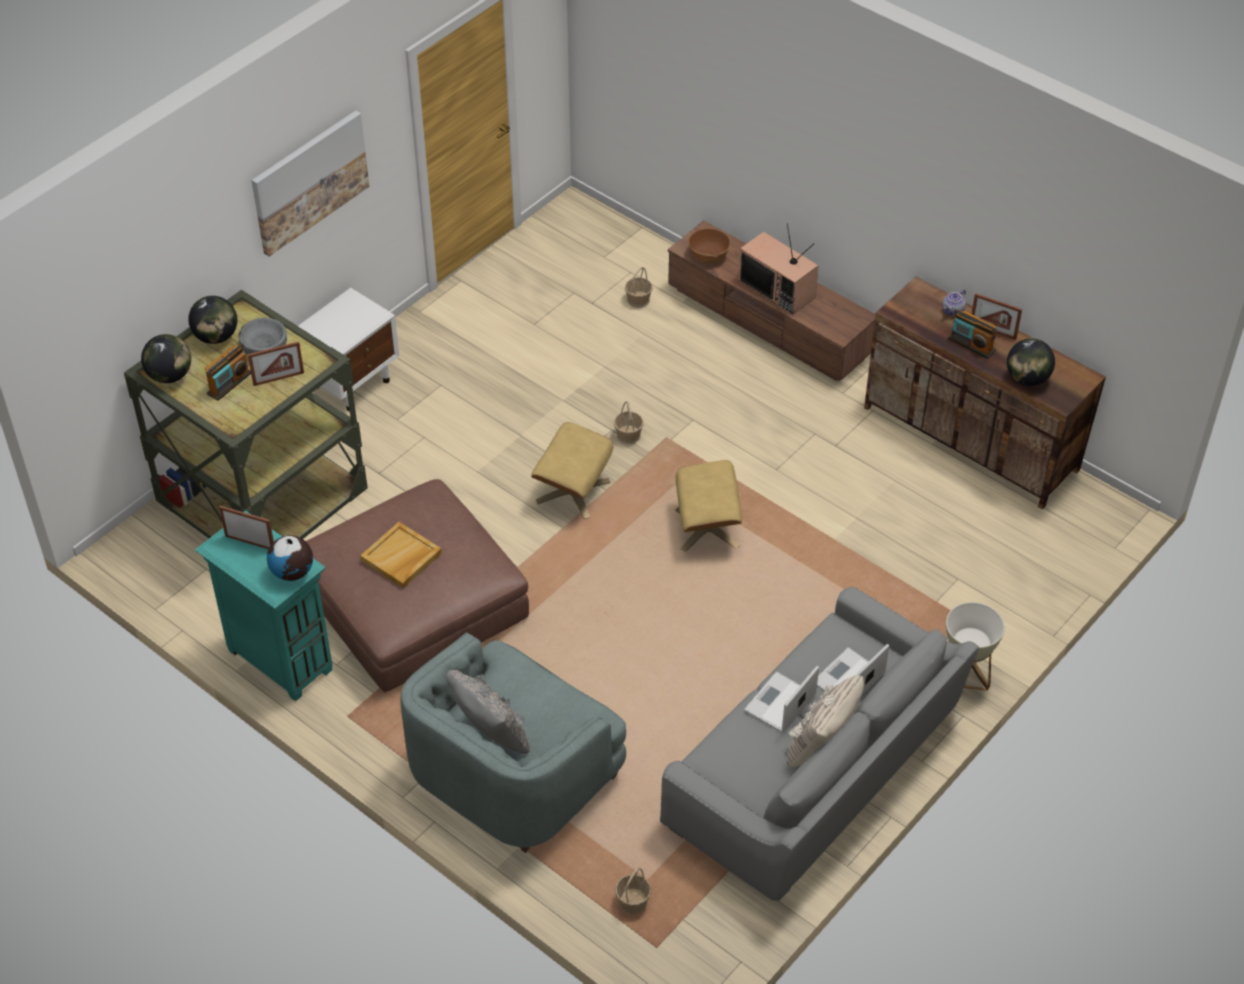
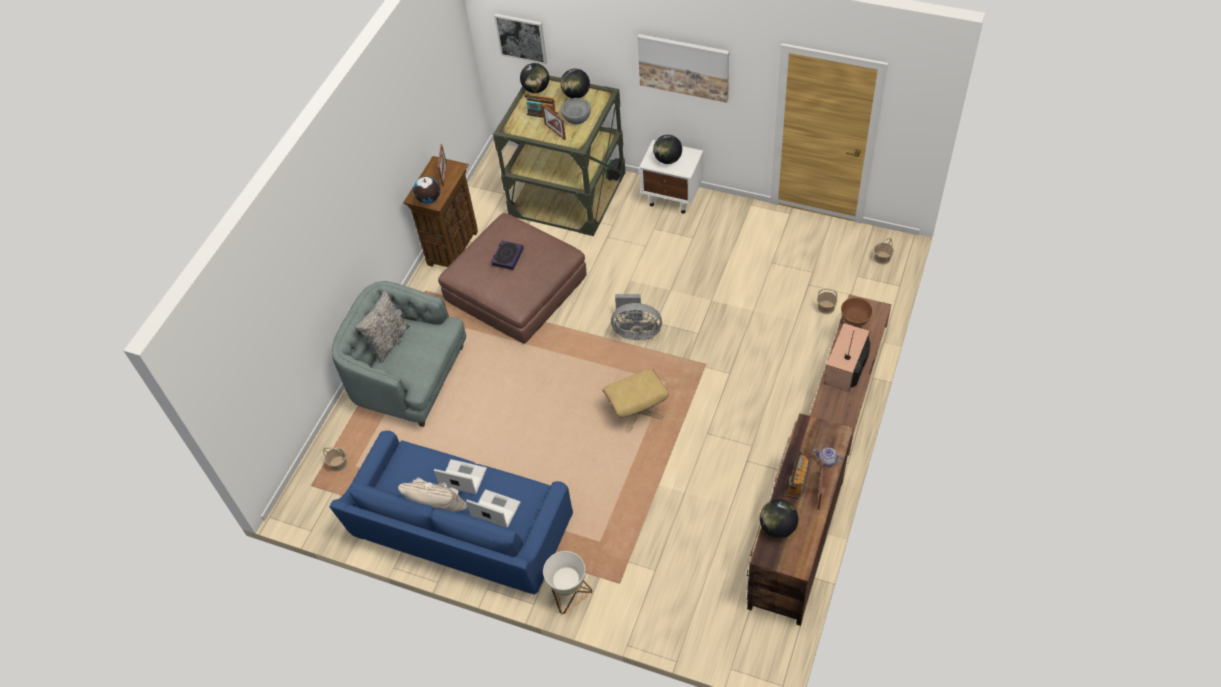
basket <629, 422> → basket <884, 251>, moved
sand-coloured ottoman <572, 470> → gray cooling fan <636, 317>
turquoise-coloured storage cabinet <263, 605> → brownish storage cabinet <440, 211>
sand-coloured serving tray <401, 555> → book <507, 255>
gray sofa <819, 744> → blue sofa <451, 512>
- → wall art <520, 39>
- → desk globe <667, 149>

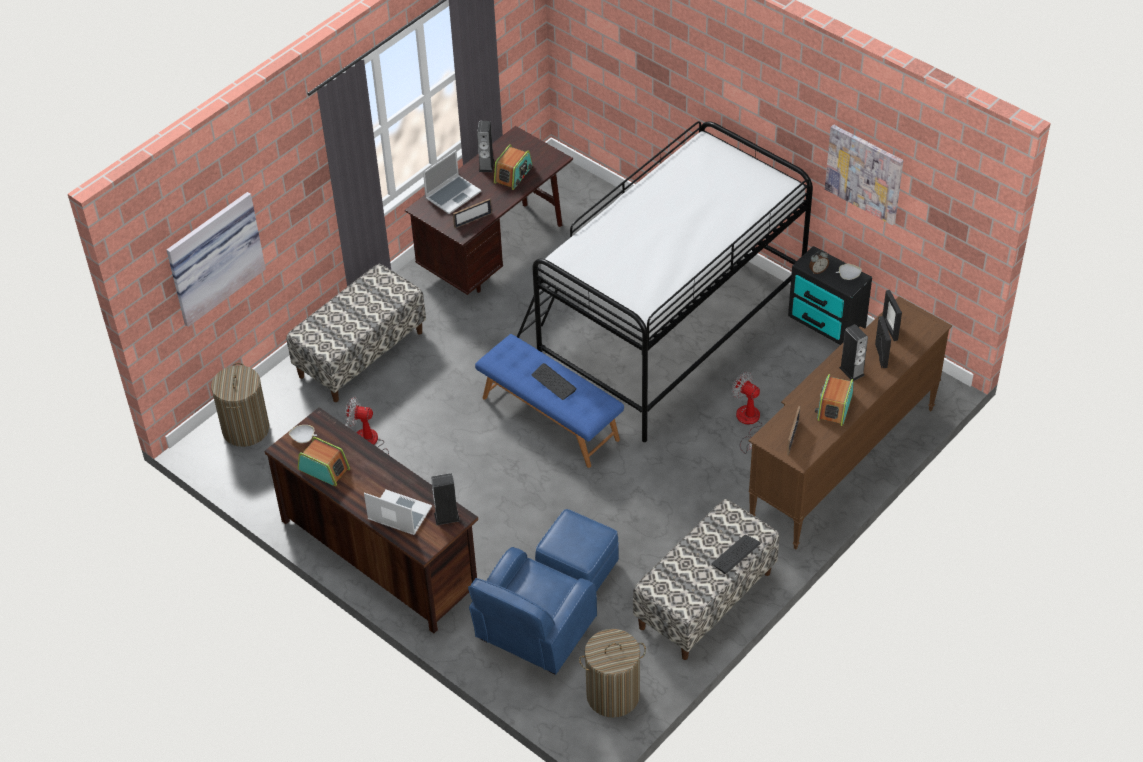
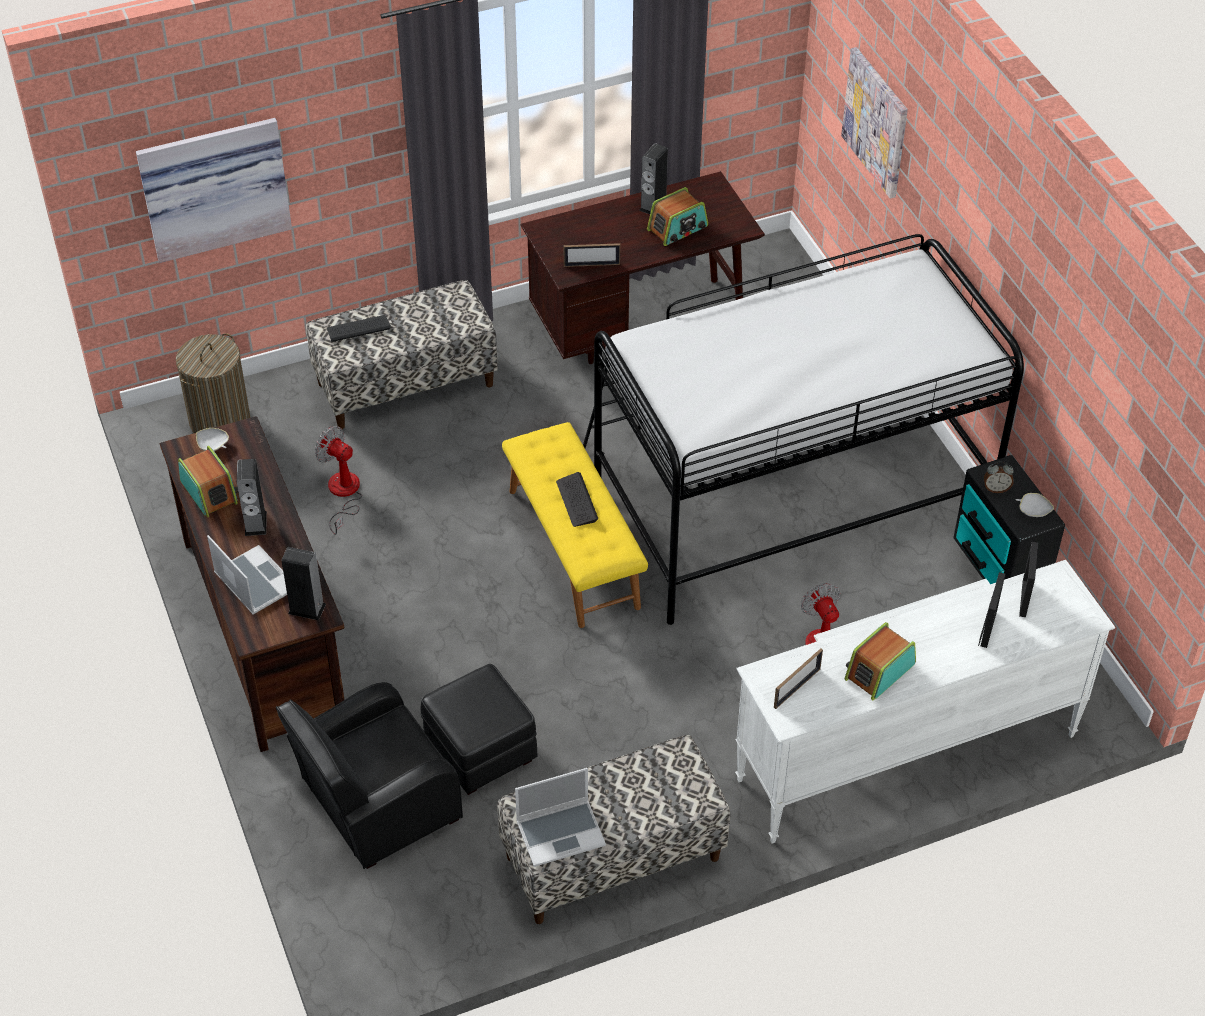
wall art <864, 174> → wall art <874, 123>, moved
notebook computer <452, 182> → notebook computer <560, 817>, moved
brownish storage cabinet <850, 422> → white storage cabinet <925, 702>
speaker <853, 352> → speaker <252, 497>, moved
blue bench <549, 401> → yellowish bench <575, 525>
blue armchair <543, 592> → blackish armchair <407, 766>
PC keyboard <736, 554> → PC keyboard <359, 328>, moved
laundry basket <612, 673> → -

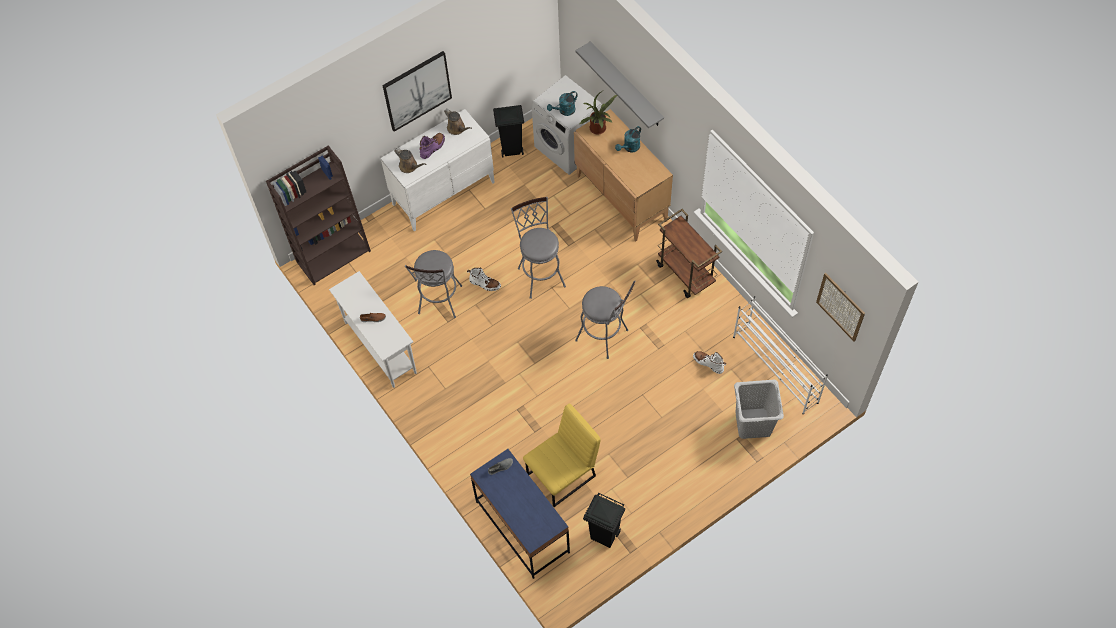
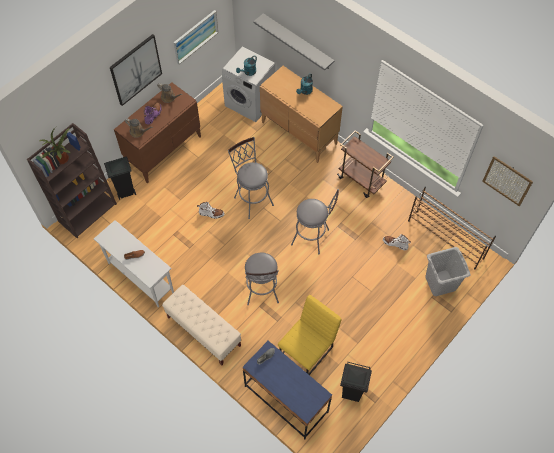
potted plant <598, 113> → potted plant <54, 145>, moved
blackish trash can <508, 131> → blackish trash can <120, 178>, moved
white storage cabinet <437, 170> → brownish storage cabinet <157, 133>
gray stool <433, 284> → gray stool <262, 279>, moved
white shoe shelf <780, 355> → brownish shoe shelf <452, 228>
- → wall art <196, 37>
- → sand-coloured bench <201, 325>

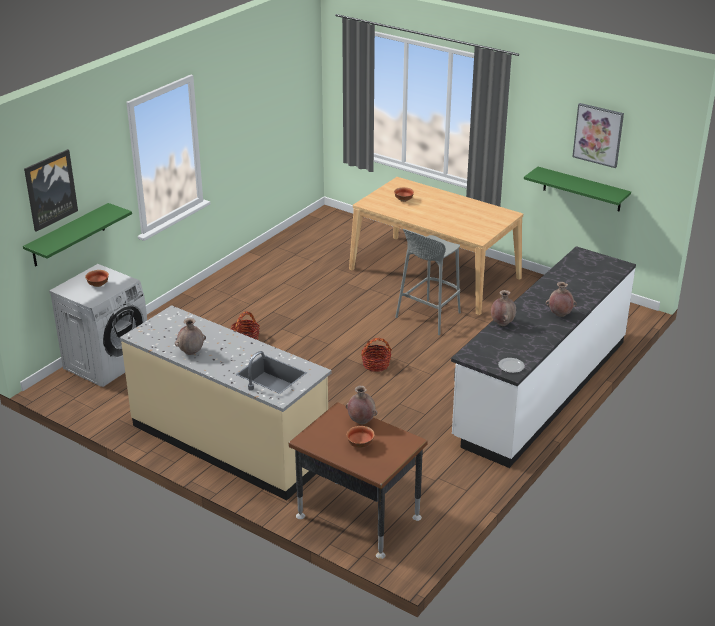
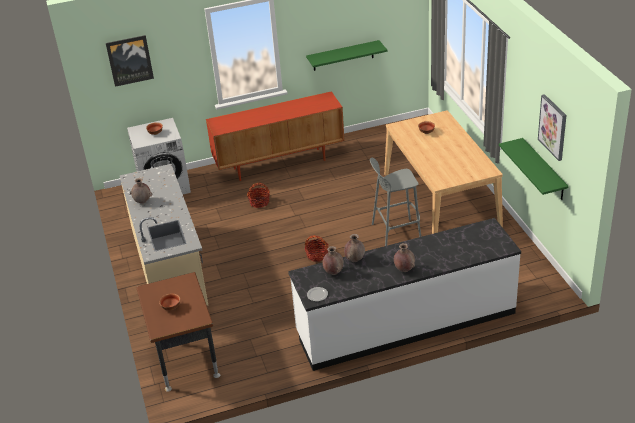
greenish bracket shelf <77, 235> → greenish bracket shelf <346, 55>, moved
brownish vase <361, 405> → brownish vase <333, 260>, moved
- → storage cabinet <275, 136>

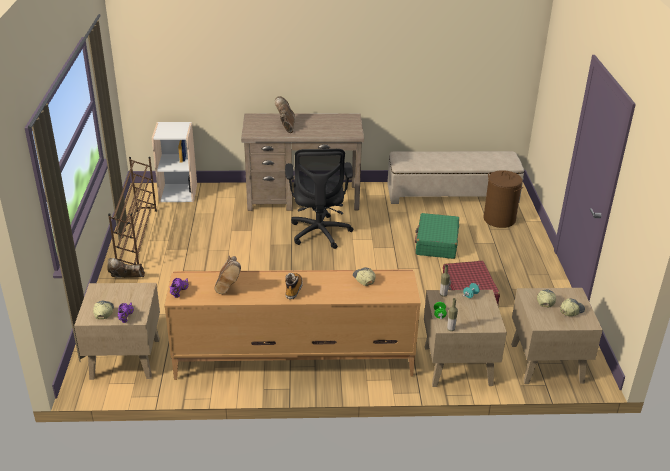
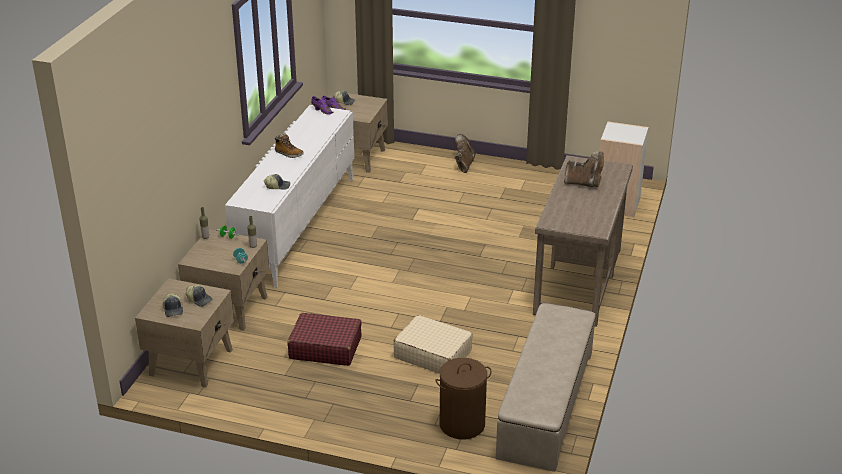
blackish office chair <319, 199> → -
brownish shoe shelf <132, 211> → -
greenish piece of luggage <437, 236> → sand-coloured piece of luggage <433, 344>
brownish high-top boot <228, 275> → -
brownish storage cabinet <292, 324> → white storage cabinet <289, 196>

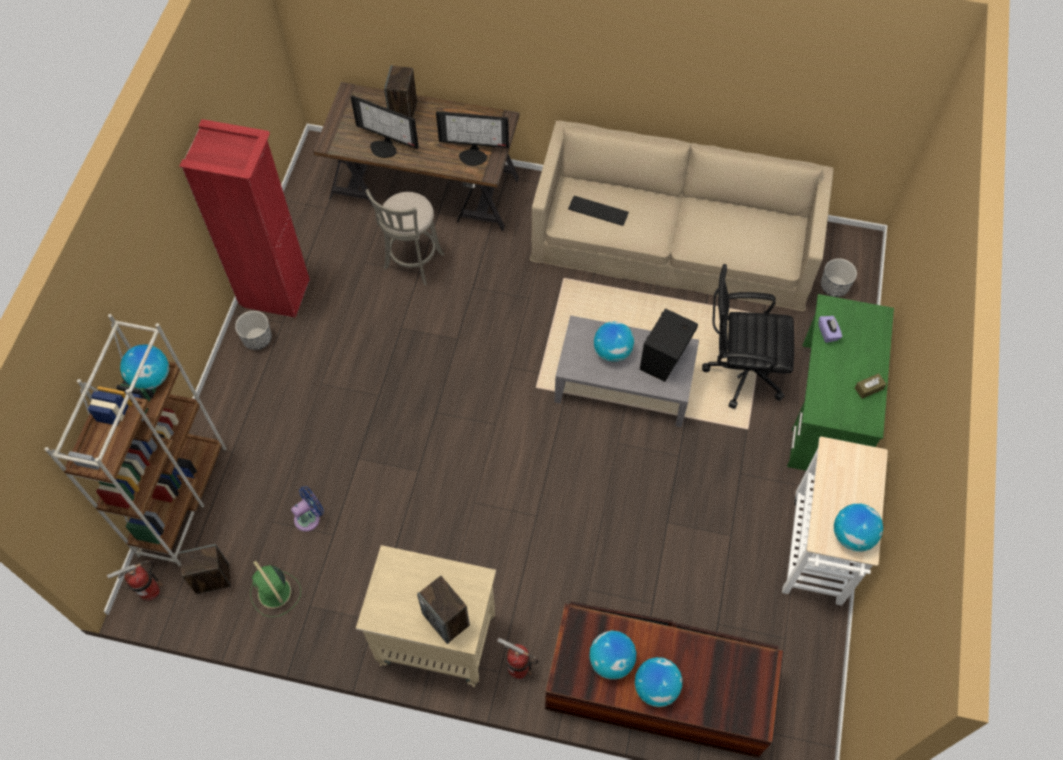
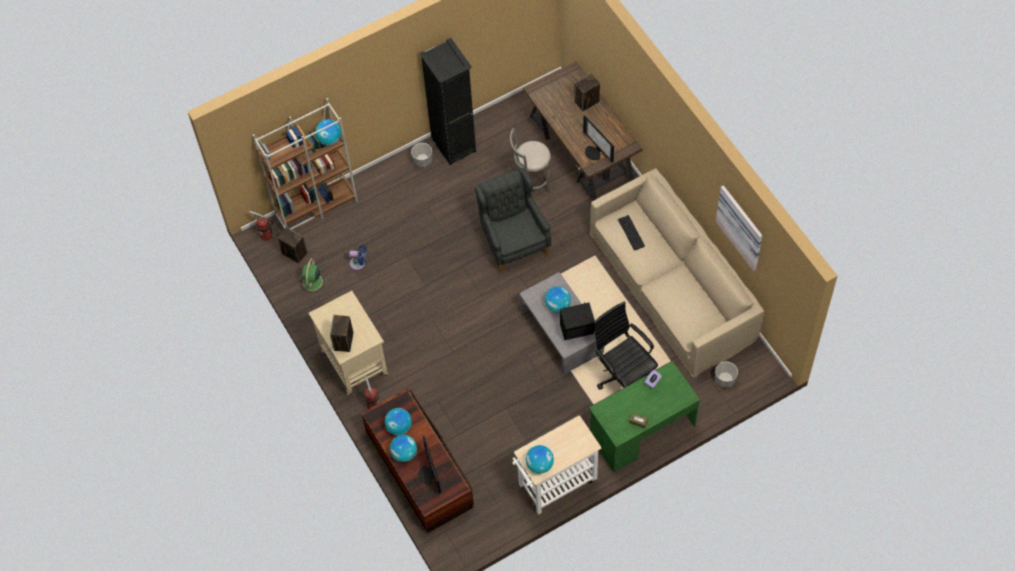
computer display <385, 126> → computer display <429, 464>, moved
red storage cabinet <244, 218> → blackish storage cabinet <447, 101>
- → gray armchair <513, 220>
- → wall art <739, 228>

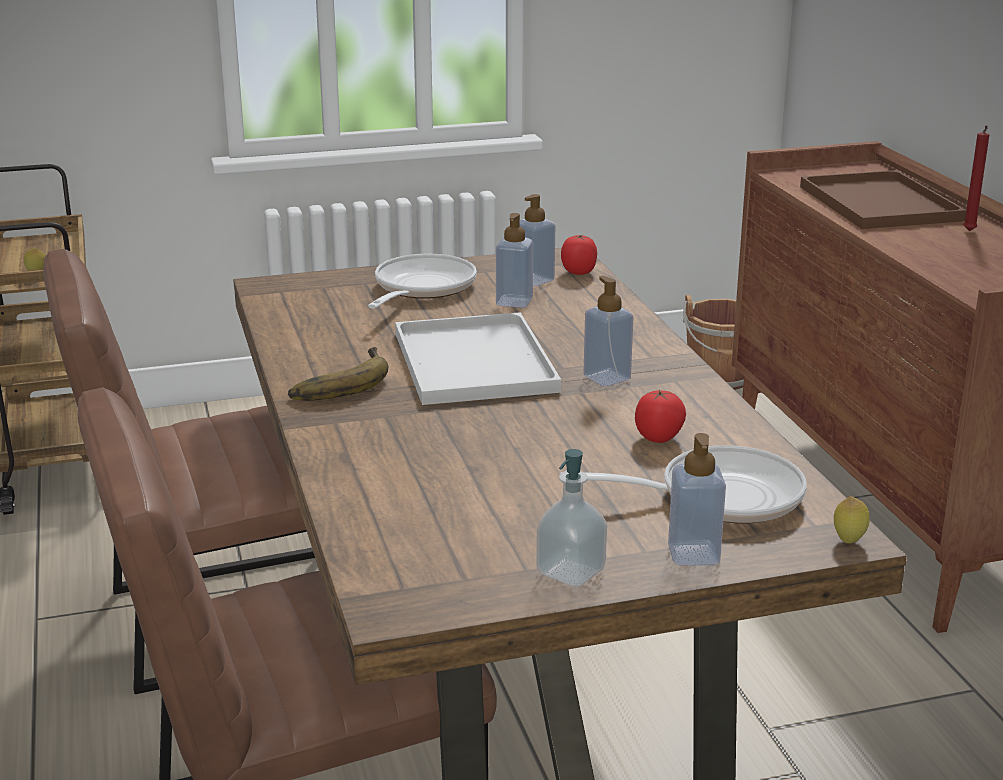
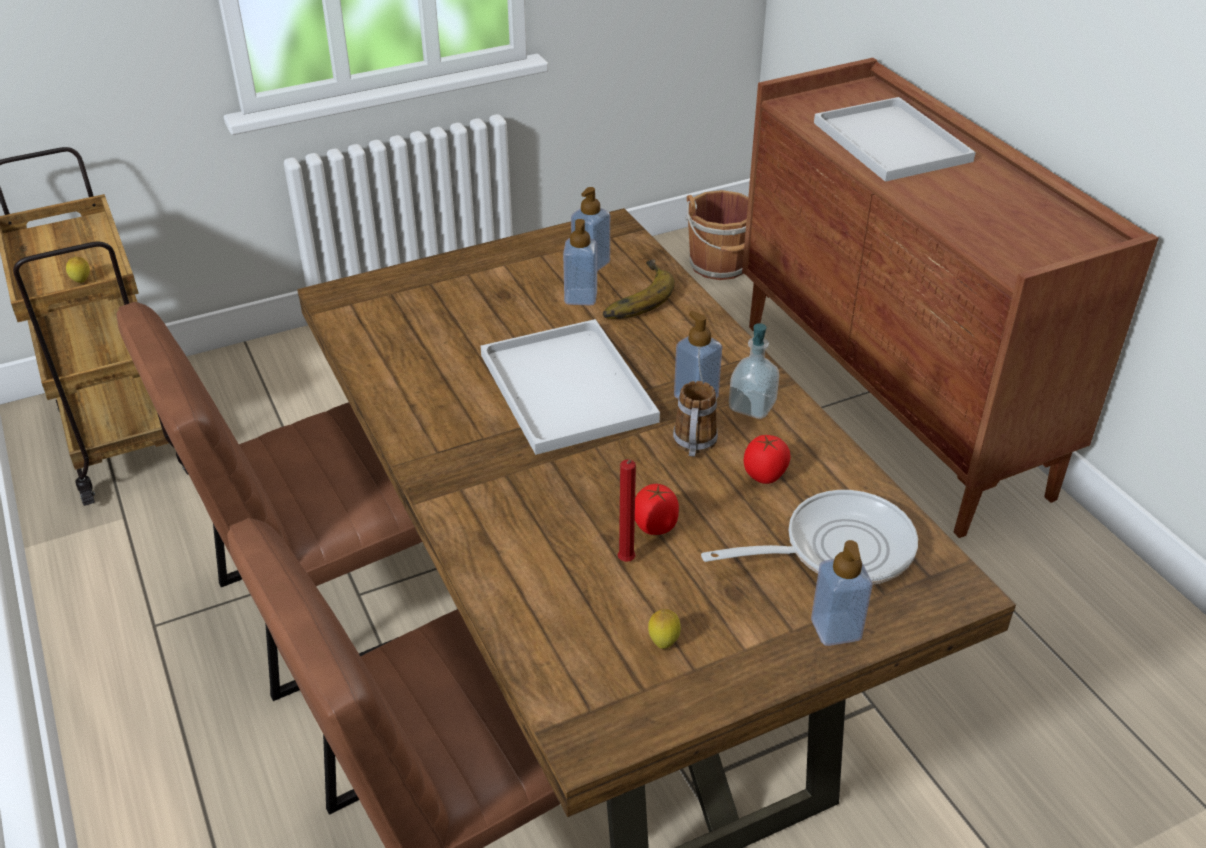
red candle <976, 178> → red candle <626, 510>, moved
brownish serving tray <883, 199> → white serving tray <895, 139>
tomato <579, 255> → tomato <657, 509>, moved
pan <422, 281> → -
banana fruit <338, 374> → banana fruit <639, 289>, moved
liquid soap bottle <571, 518> → liquid soap bottle <754, 371>, moved
whole lemon <852, 520> → whole lemon <664, 629>, moved
- → coffee mug <695, 419>

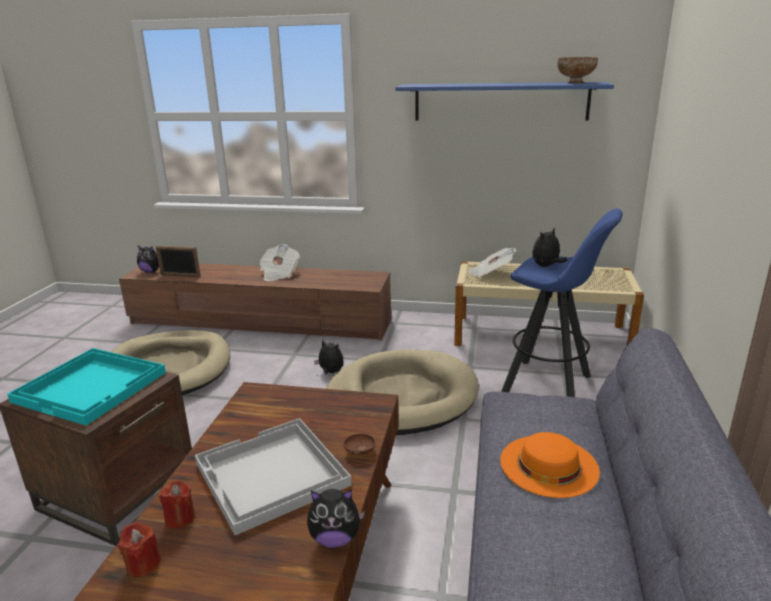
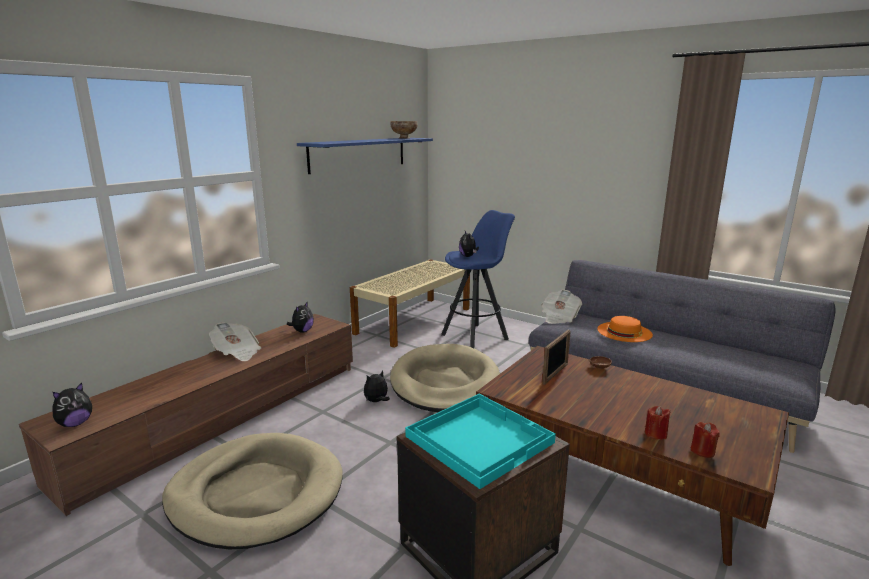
picture frame <178, 261> → picture frame <556, 357>, moved
newspaper <492, 263> → newspaper <562, 307>, moved
white serving tray <273, 476> → -
plush toy <336, 518> → plush toy <300, 317>, moved

